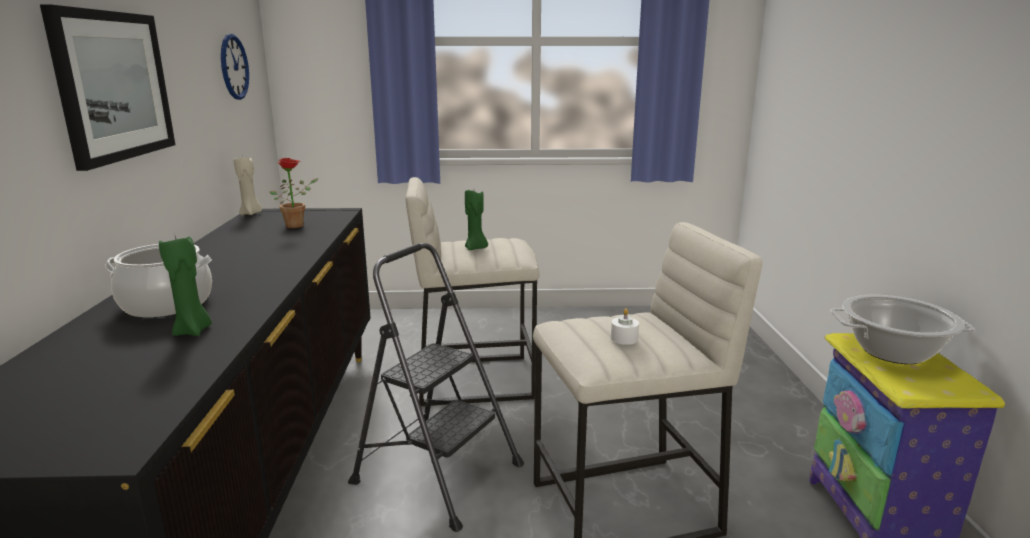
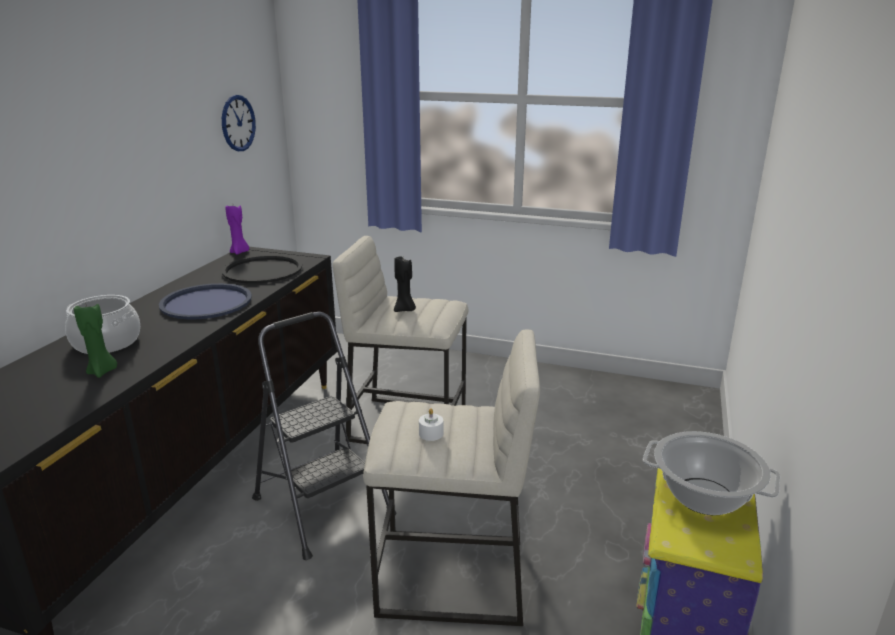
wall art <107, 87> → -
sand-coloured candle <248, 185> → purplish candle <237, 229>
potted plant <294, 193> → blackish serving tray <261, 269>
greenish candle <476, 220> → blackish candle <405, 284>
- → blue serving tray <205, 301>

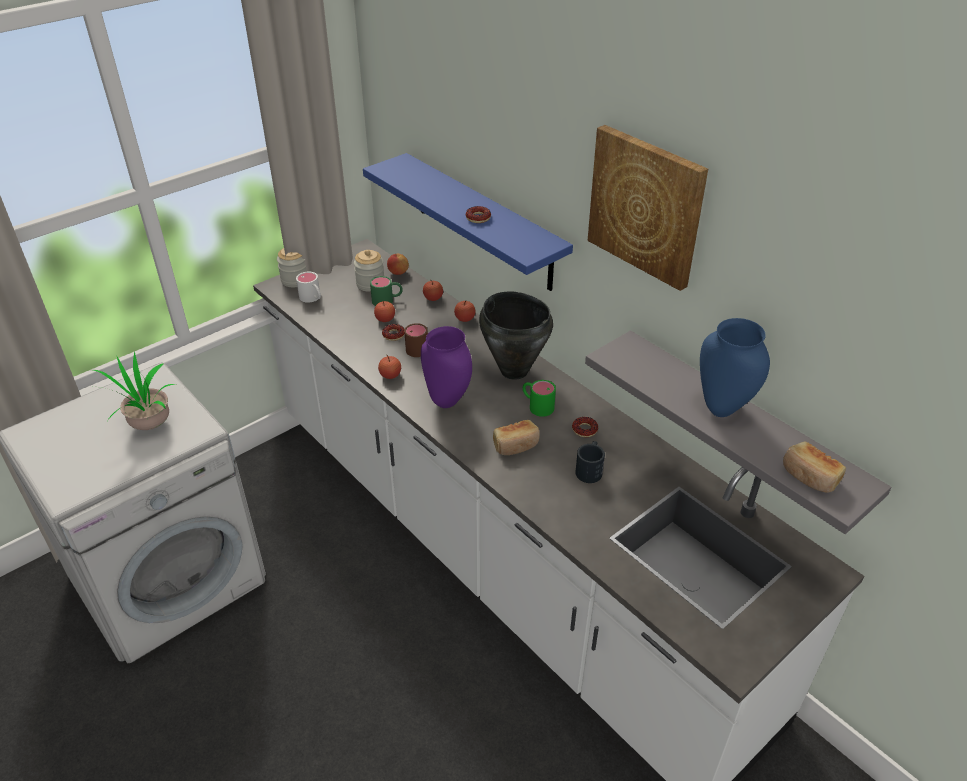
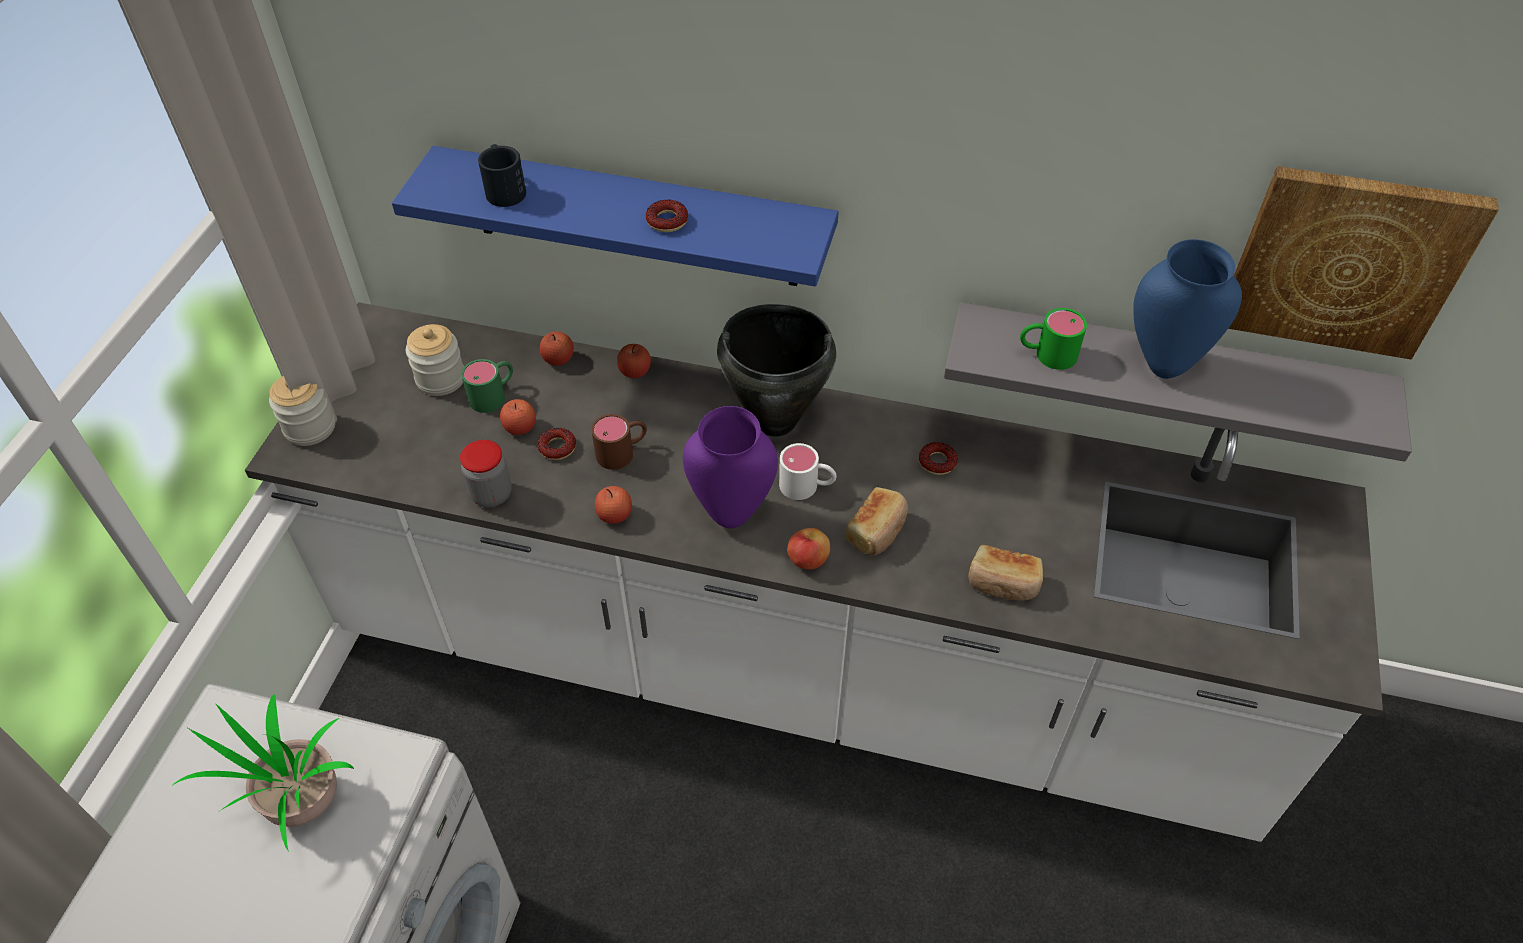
wall art <648, 208> → wall art <1363, 262>, moved
apple fruit <398, 264> → apple fruit <808, 549>, moved
white coffee mug <308, 287> → white coffee mug <808, 471>, moved
greenish coffee mug <539, 398> → greenish coffee mug <1053, 339>, moved
blackish coffee mug <590, 462> → blackish coffee mug <502, 175>, moved
baked bread <814, 467> → baked bread <1005, 573>, moved
- → storage jar <486, 473>

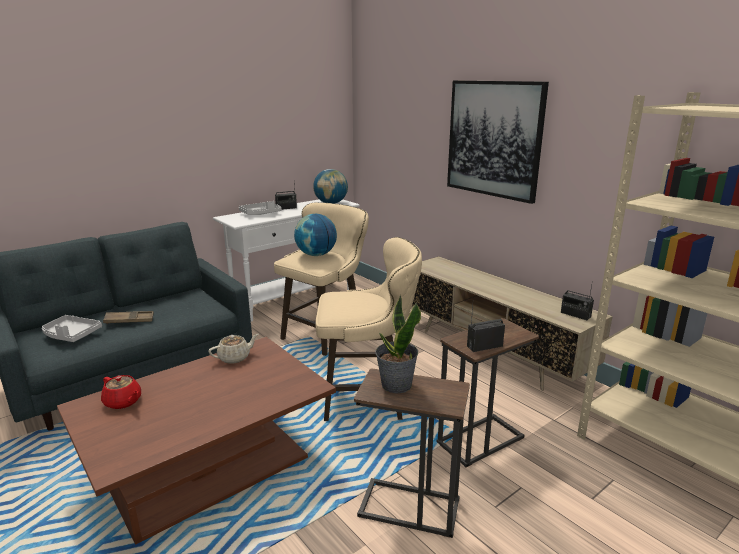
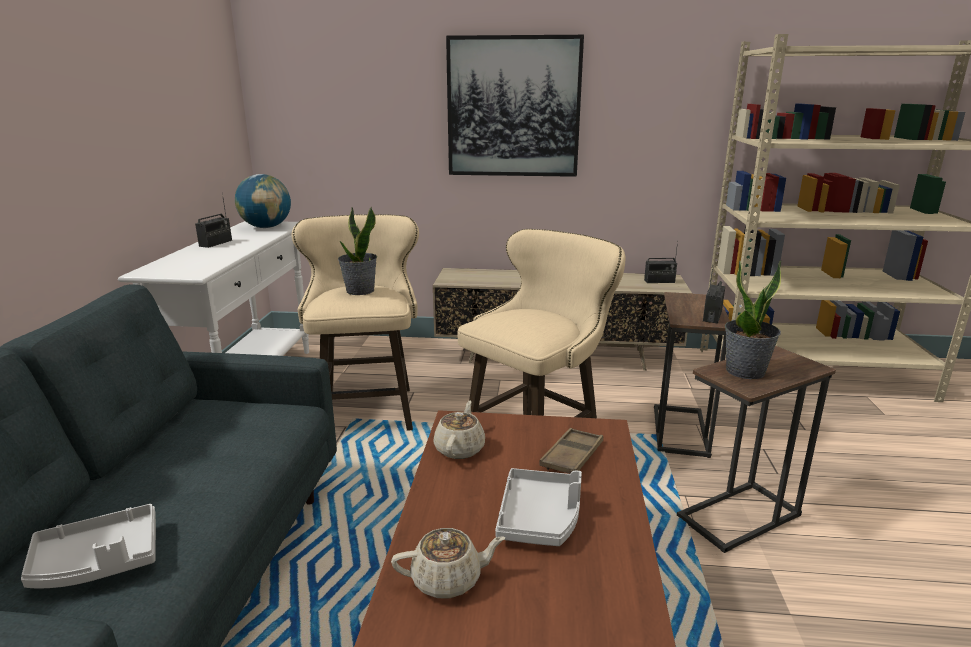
gray serving tray <260, 208> → gray serving tray <538, 507>, moved
desk globe <315, 235> → potted plant <357, 251>
brownish serving tray <128, 317> → brownish serving tray <571, 451>, moved
red pot for tea <121, 392> → sand-coloured pot for tea <448, 563>

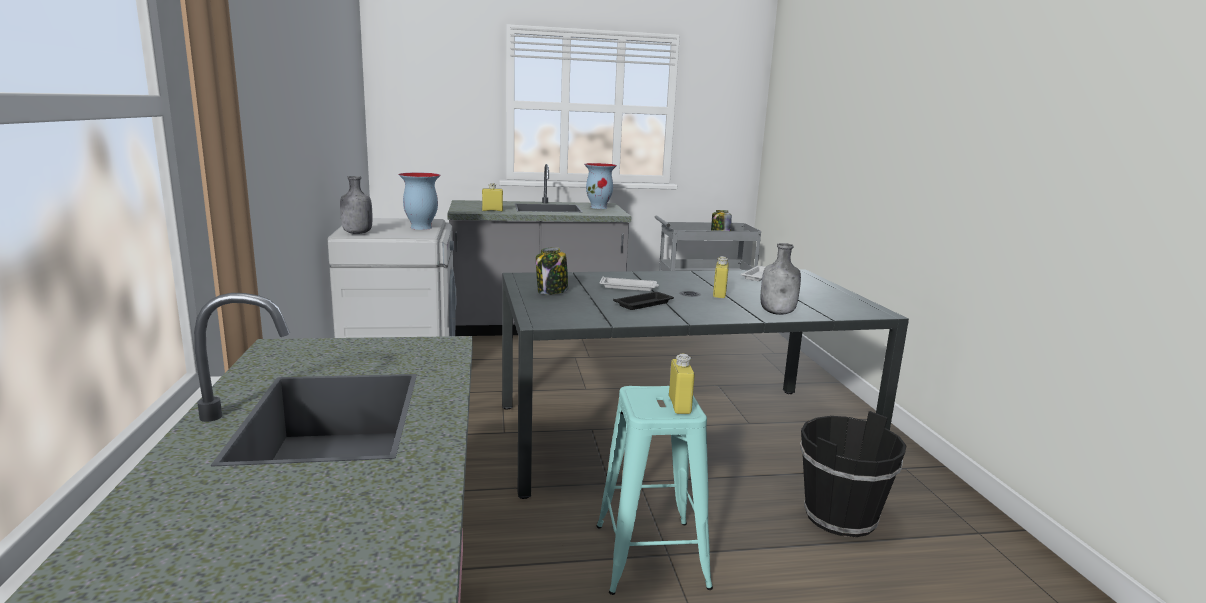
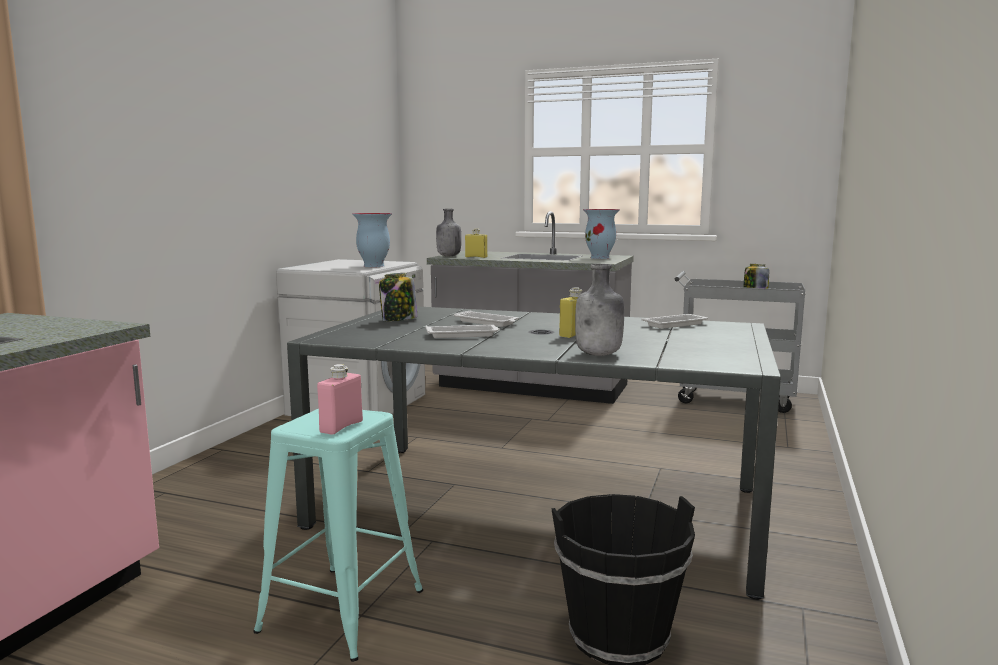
gray bottle <356, 205> → gray bottle <448, 232>, moved
blackish serving tray <643, 301> → white serving tray <462, 331>
yellowish bottle <682, 384> → pinkish bottle <340, 399>

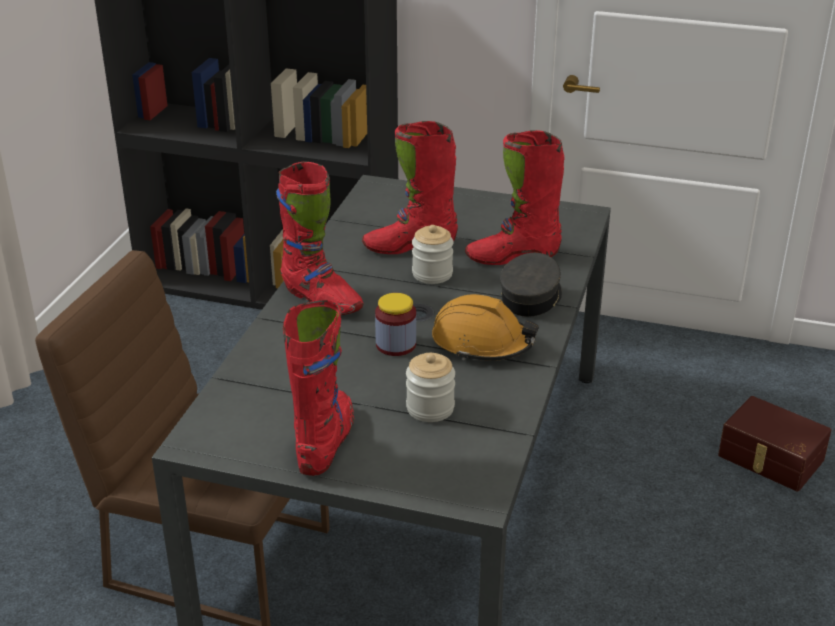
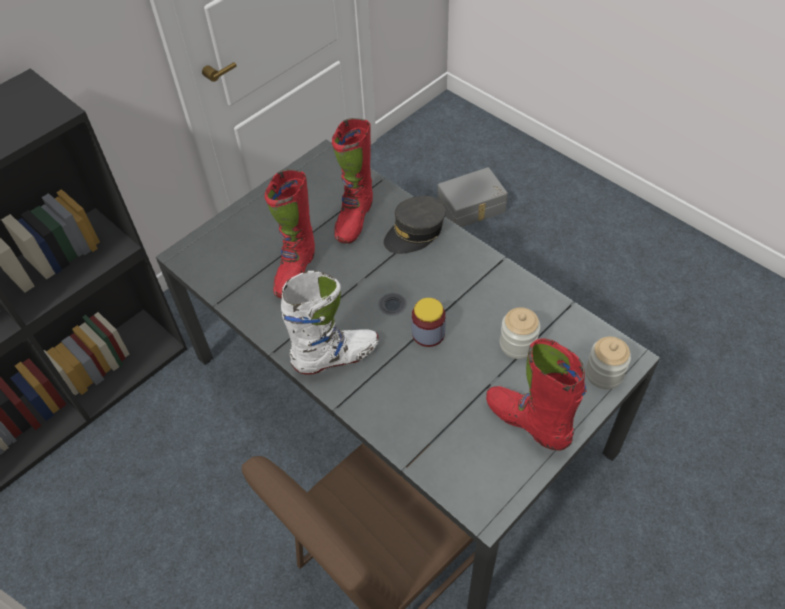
red high-top boot <320, 238> → white high-top boot <330, 323>
storage jar <433, 254> → storage jar <608, 362>, moved
gray cap <531, 285> → gray cap <415, 225>, 90 degrees counterclockwise
orangey safety helmet <485, 327> → -
brownish storage bin <774, 443> → gray storage bin <472, 197>

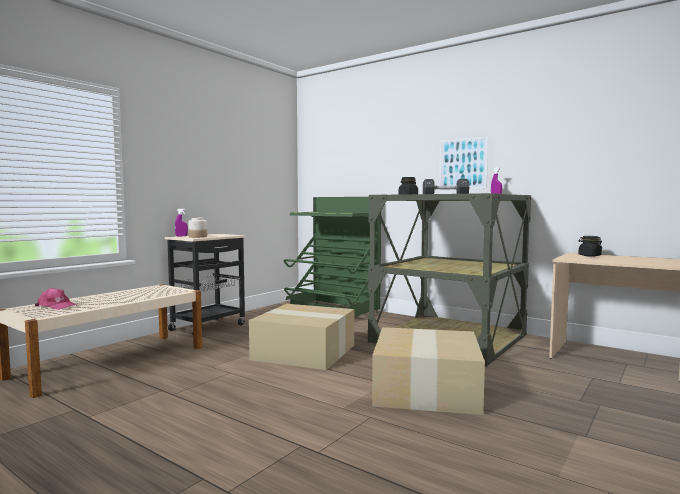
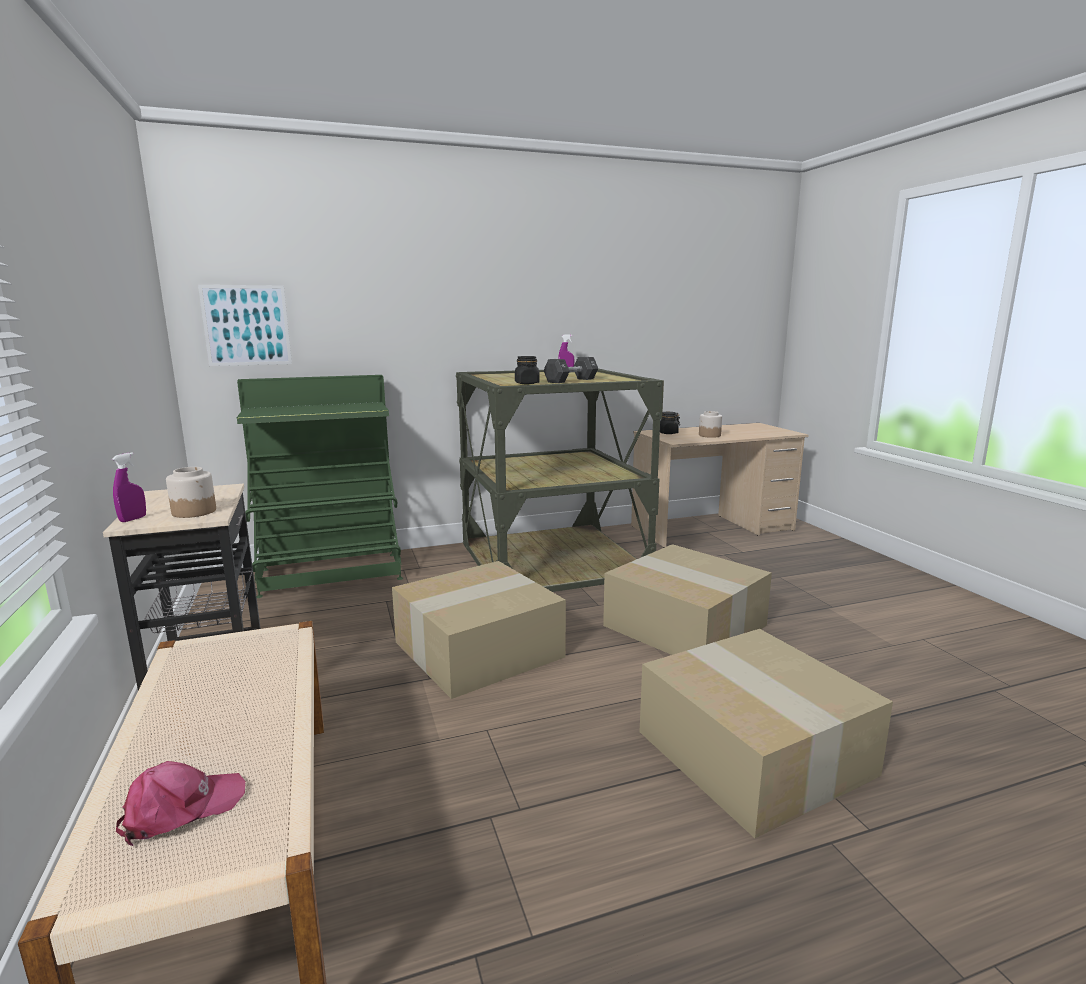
wall art <463, 162> → wall art <245, 325>, moved
- → storage jar <710, 424>
- → carton <766, 733>

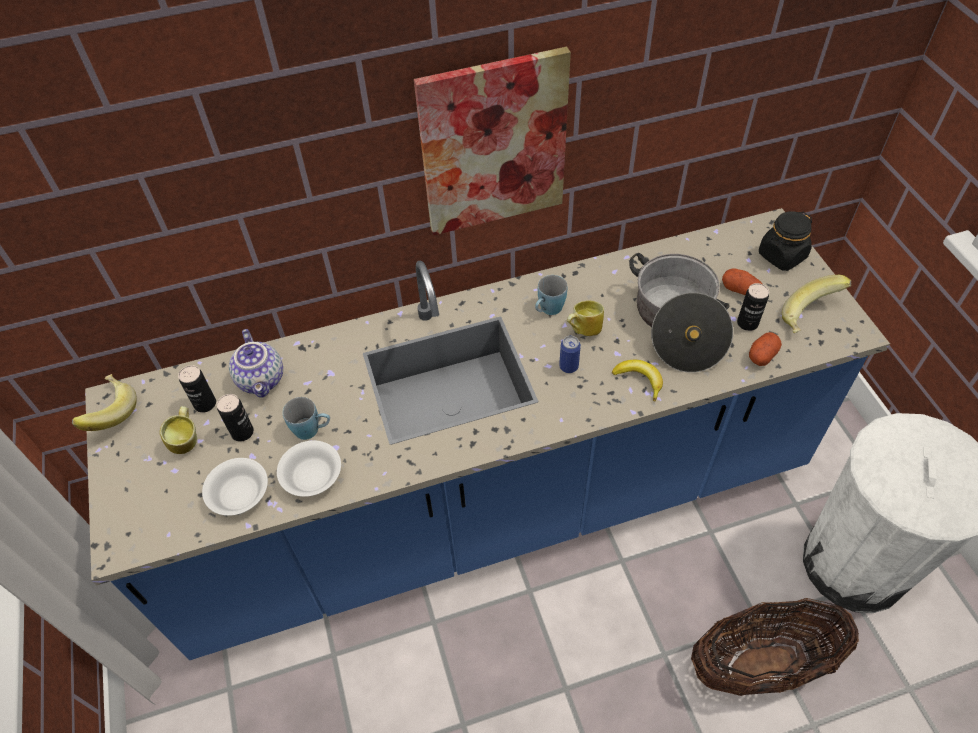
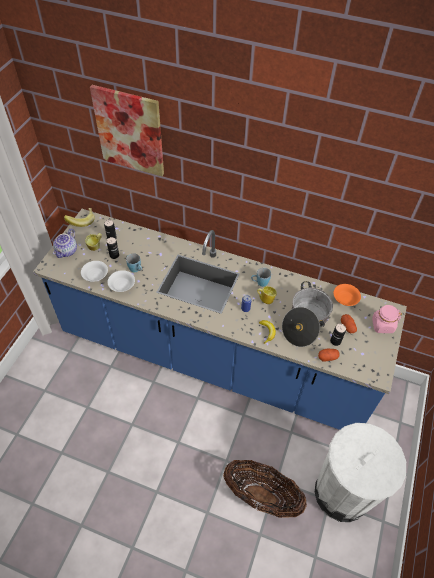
wall art <492, 141> → wall art <127, 130>, moved
blackish storage jar <785, 241> → pinkish storage jar <387, 319>
banana fruit <816, 304> → -
pot for tea <256, 363> → pot for tea <65, 243>, moved
- → orangey deep dish <347, 295>

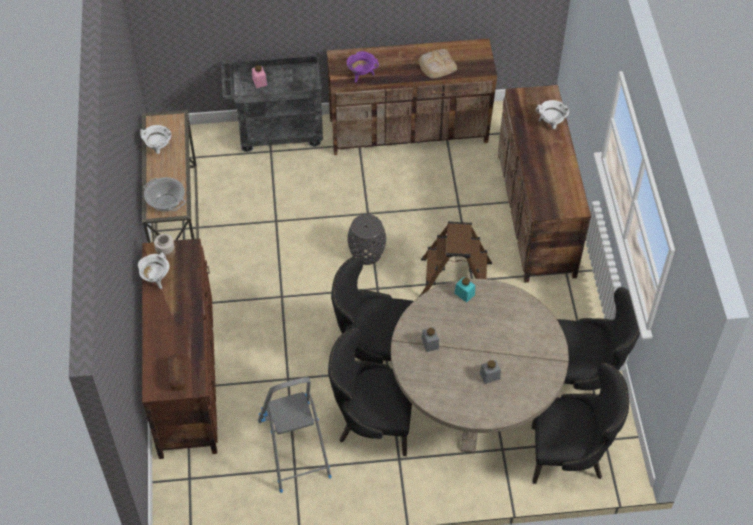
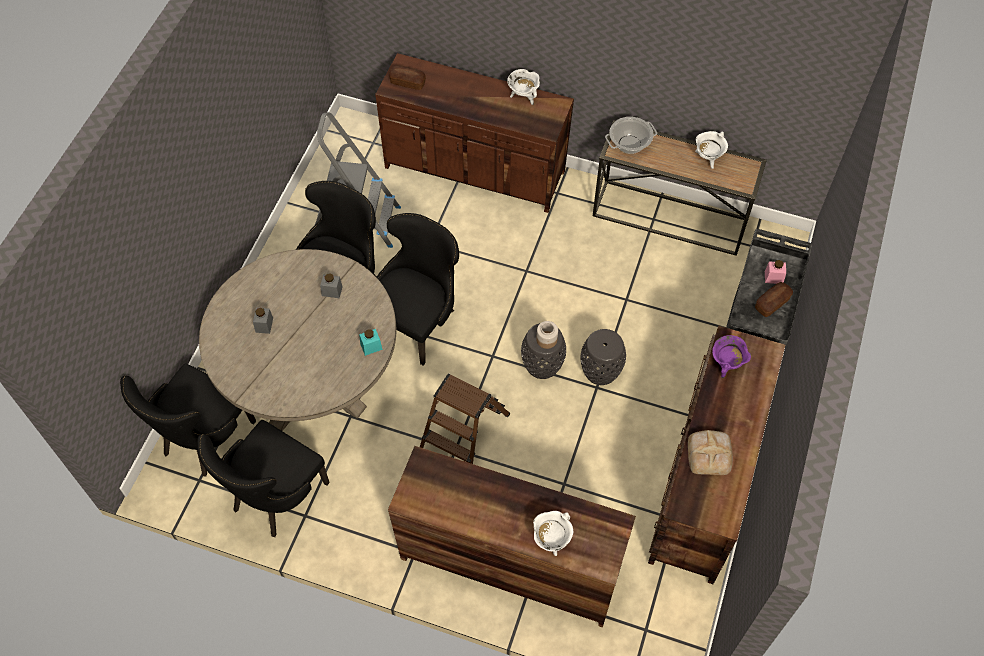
storage jar <164, 246> → storage jar <547, 335>, moved
- → baked bread <774, 299>
- → gray stool <603, 357>

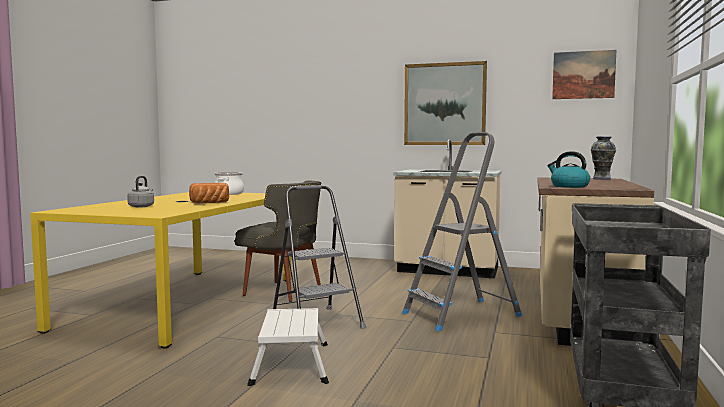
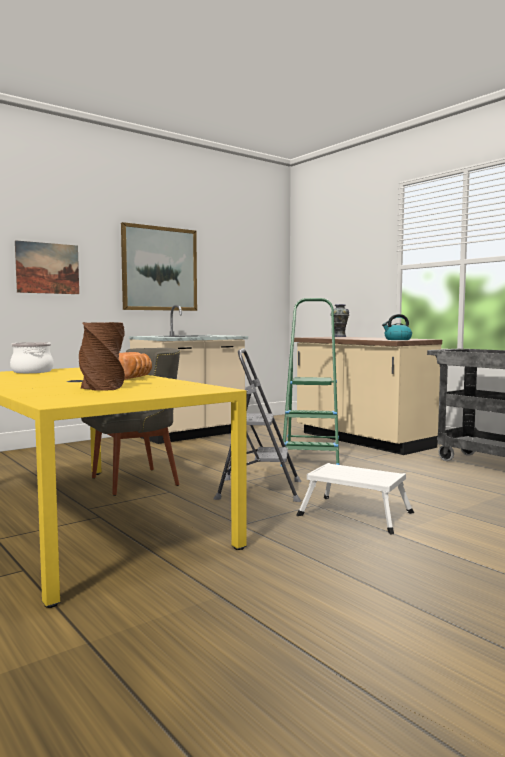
wall art <584, 74> → wall art <47, 267>, moved
gray step ladder <462, 231> → greenish step ladder <310, 382>
gray water kettle <140, 192> → brownish vase <102, 356>

